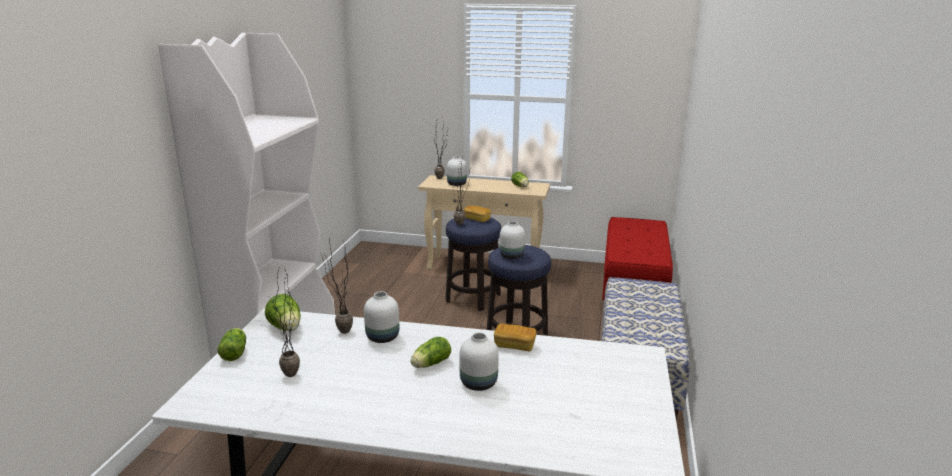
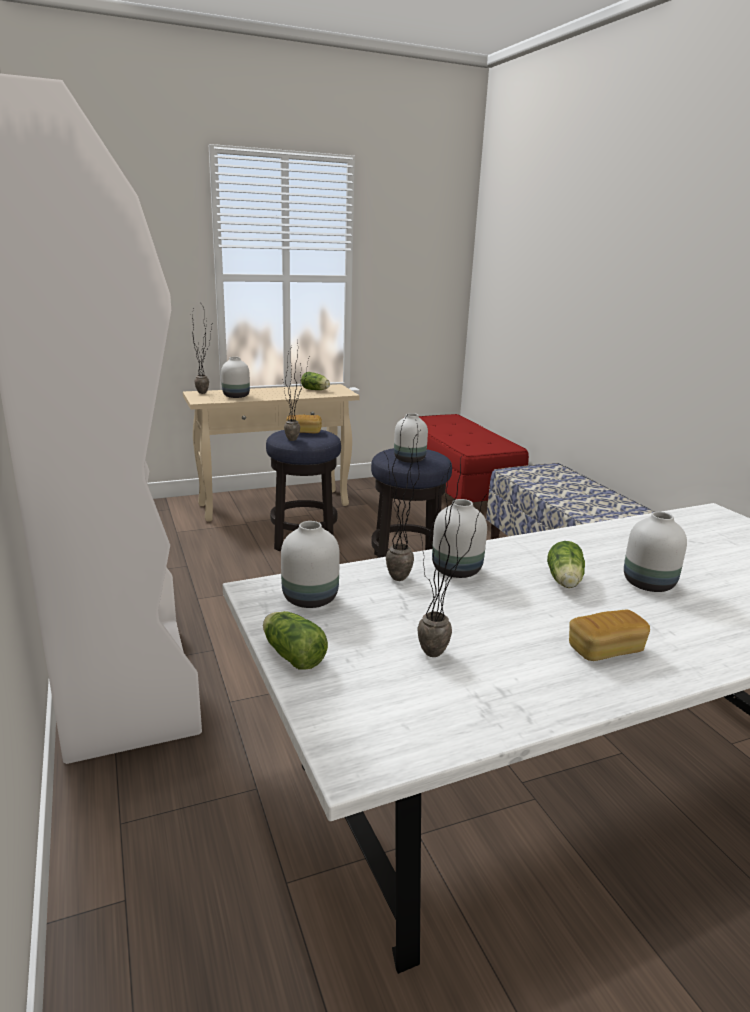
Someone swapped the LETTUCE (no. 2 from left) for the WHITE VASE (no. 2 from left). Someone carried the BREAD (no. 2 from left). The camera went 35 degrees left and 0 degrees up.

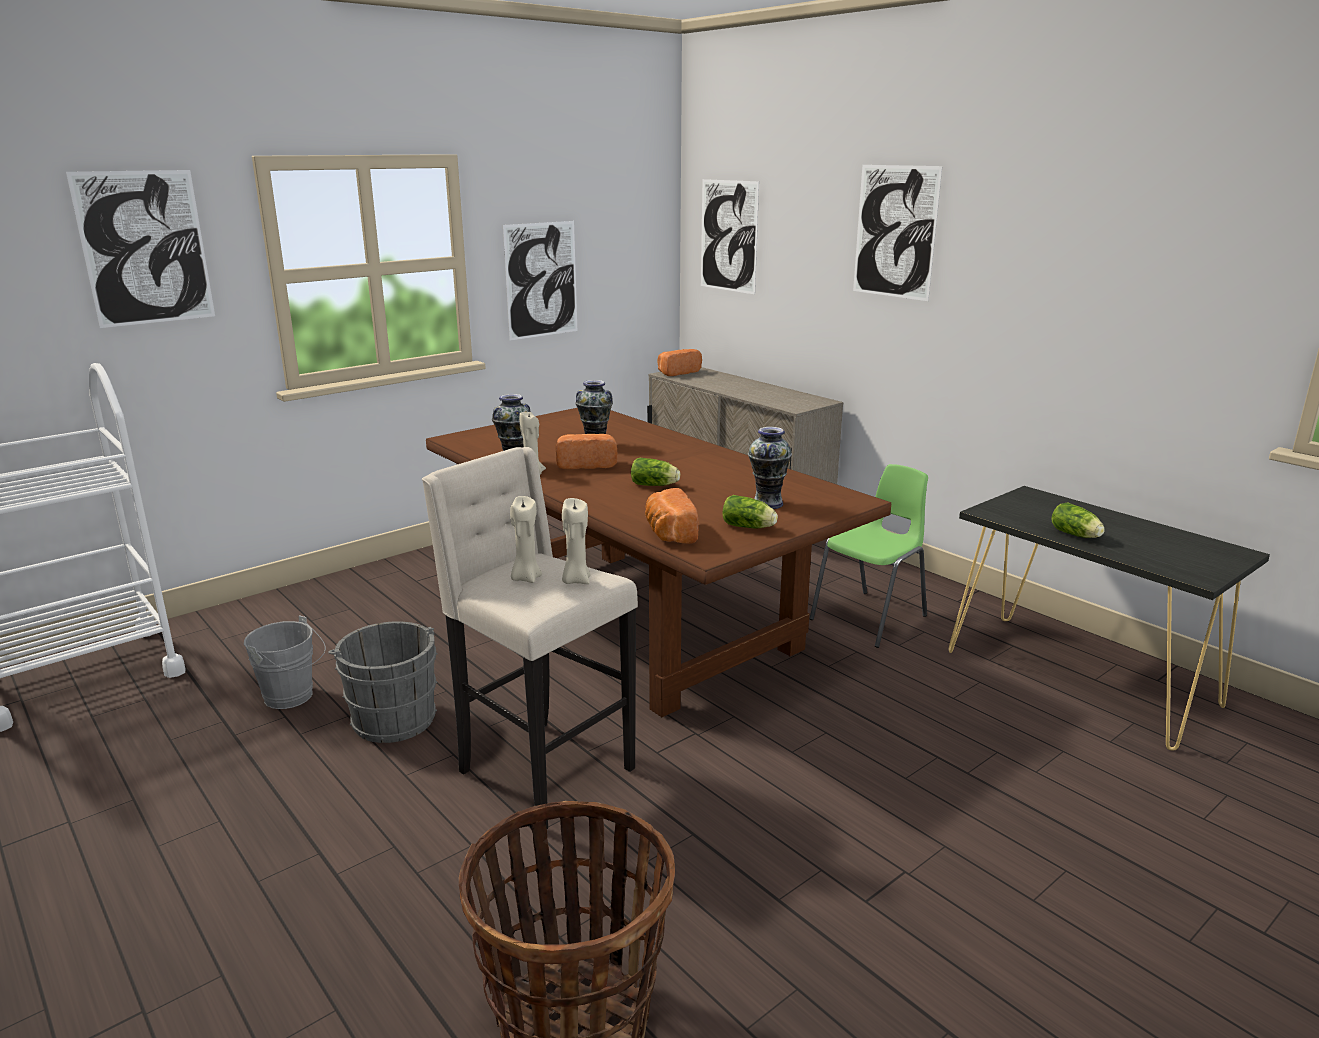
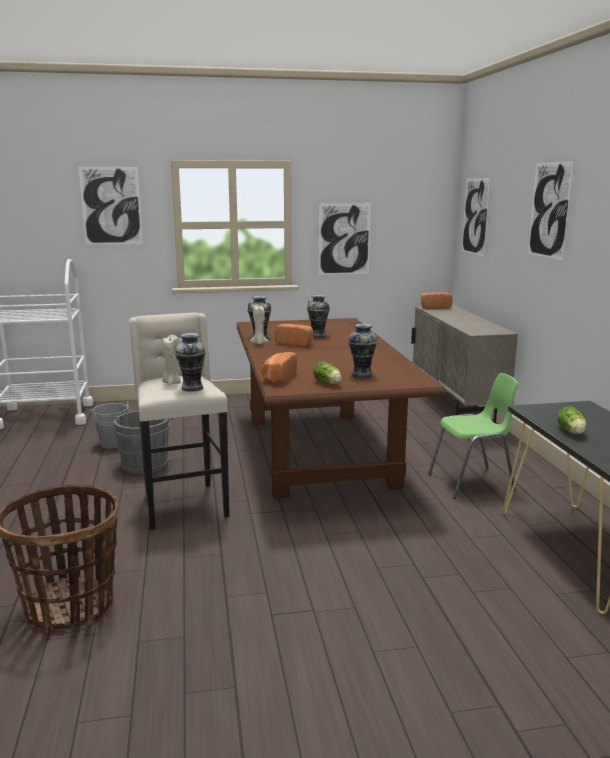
Someone took away the LETTUCE (no. 1 from left). Someone swapped the BEIGE CANDLE (no. 3 from left) for the VASE (no. 1 from left). The camera went 30 degrees right and 5 degrees down.

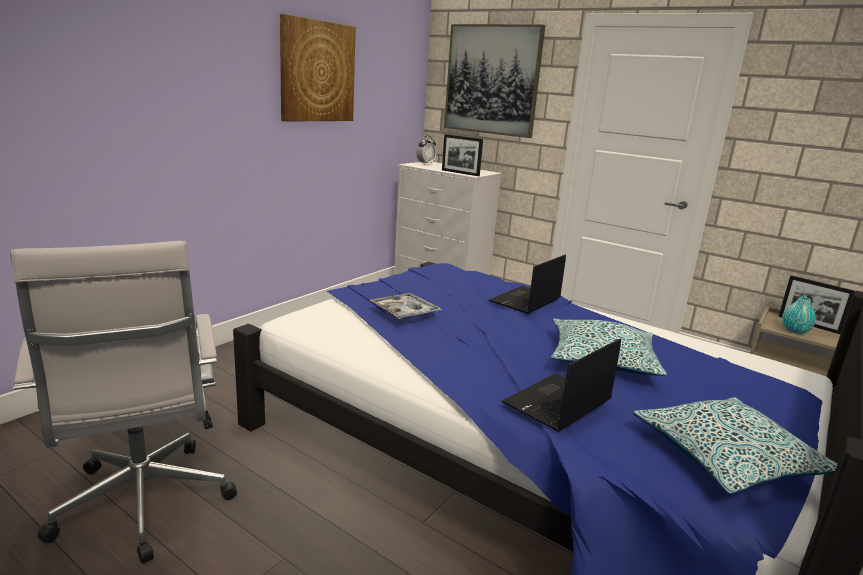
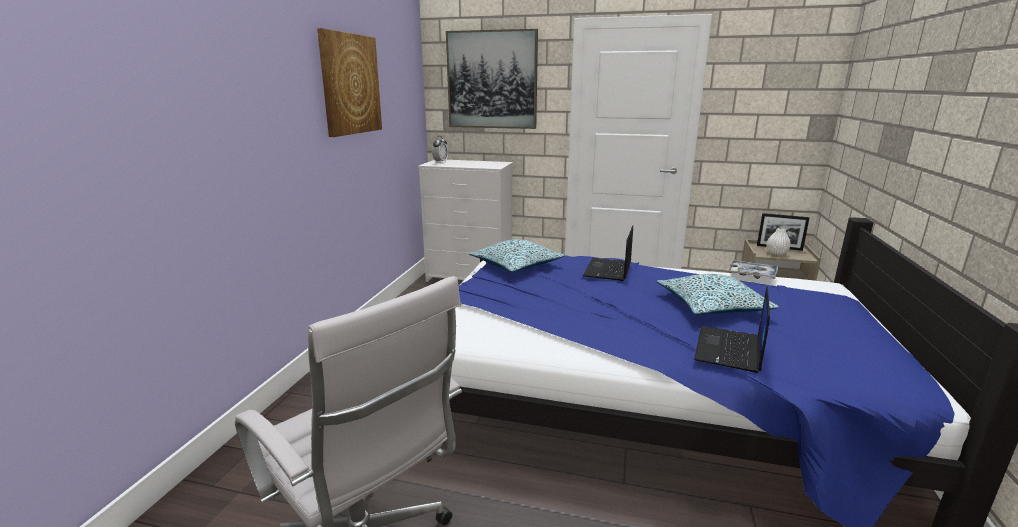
Someone took away the PICTURE FRAME (no. 1 from left). Someone carried the TRAY. Someone repainted the TURQUOISE VASE, which became the WHITE VASE. Someone carried the PILLOW (no. 2 from left in the first image). The camera went 20 degrees left and 0 degrees up.

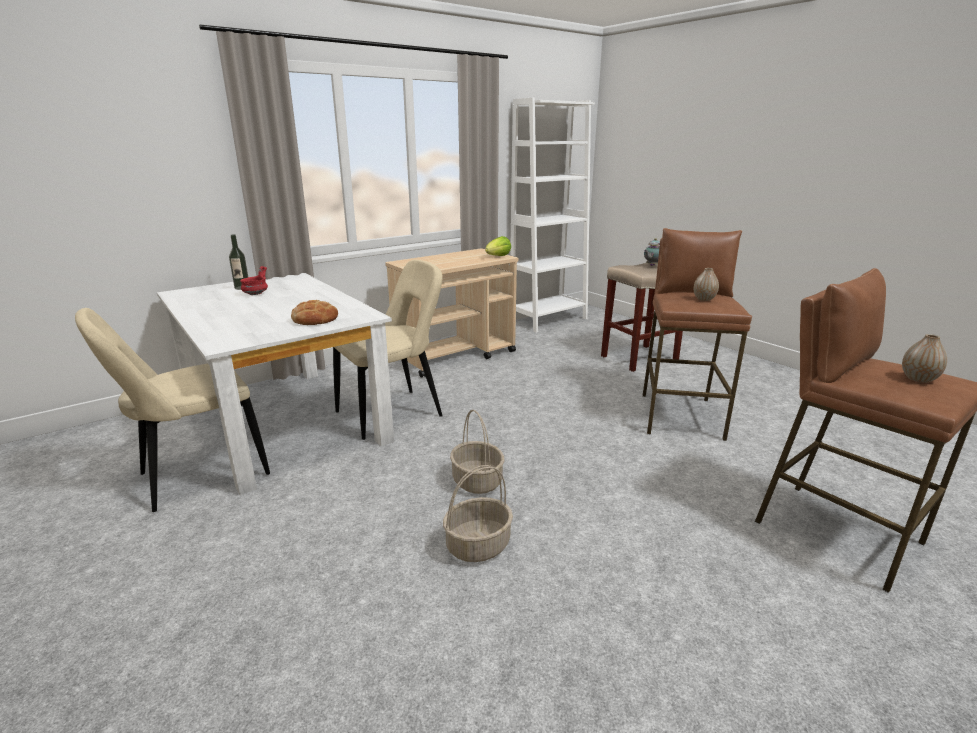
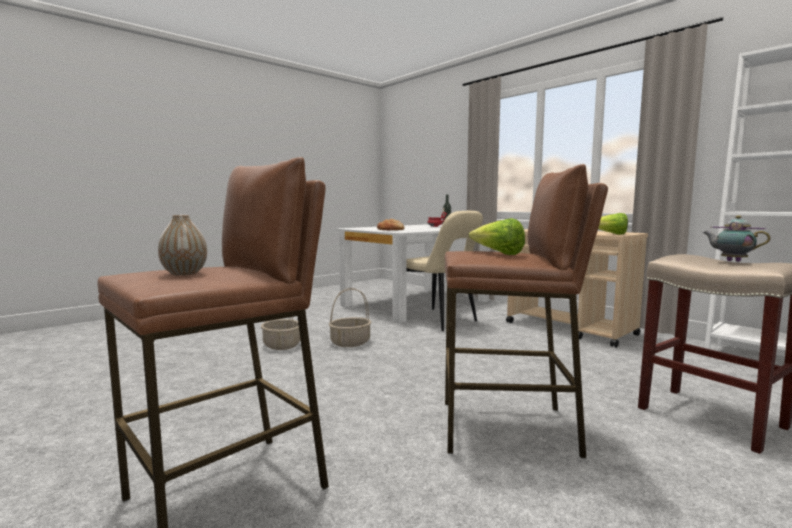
Someone swapped the VASE (no. 1 from left) for the LETTUCE (no. 1 from left). Someone took away the BEIGE CHAIR (no. 1 from left). The camera went 85 degrees right and 15 degrees down.

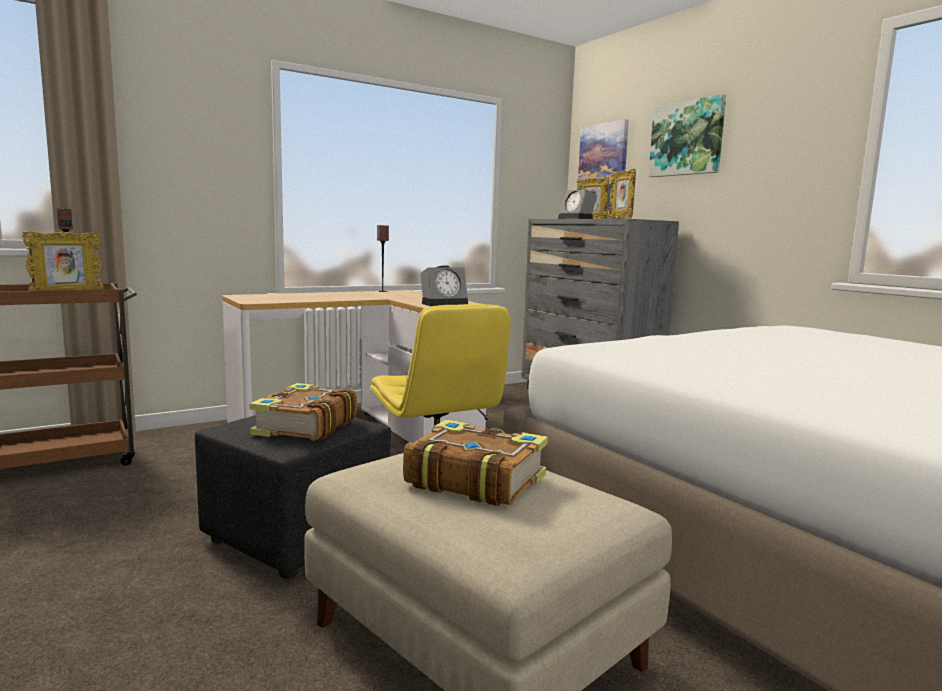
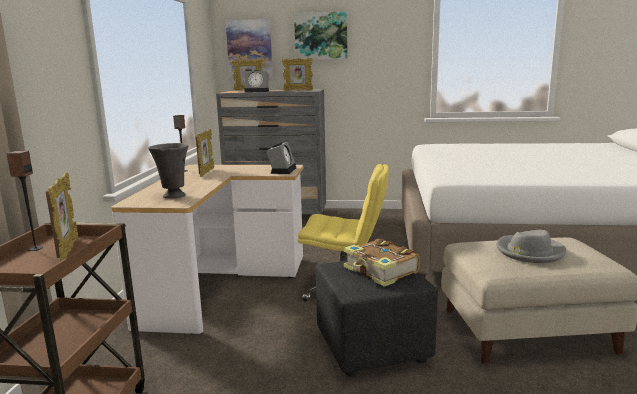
Someone swapped the BOOK (no. 2 from left) for the GREY HAT. Someone put down the PICTURE FRAME (no. 2 from left). Someone put down the GREY VASE. The camera went 50 degrees left and 5 degrees up.

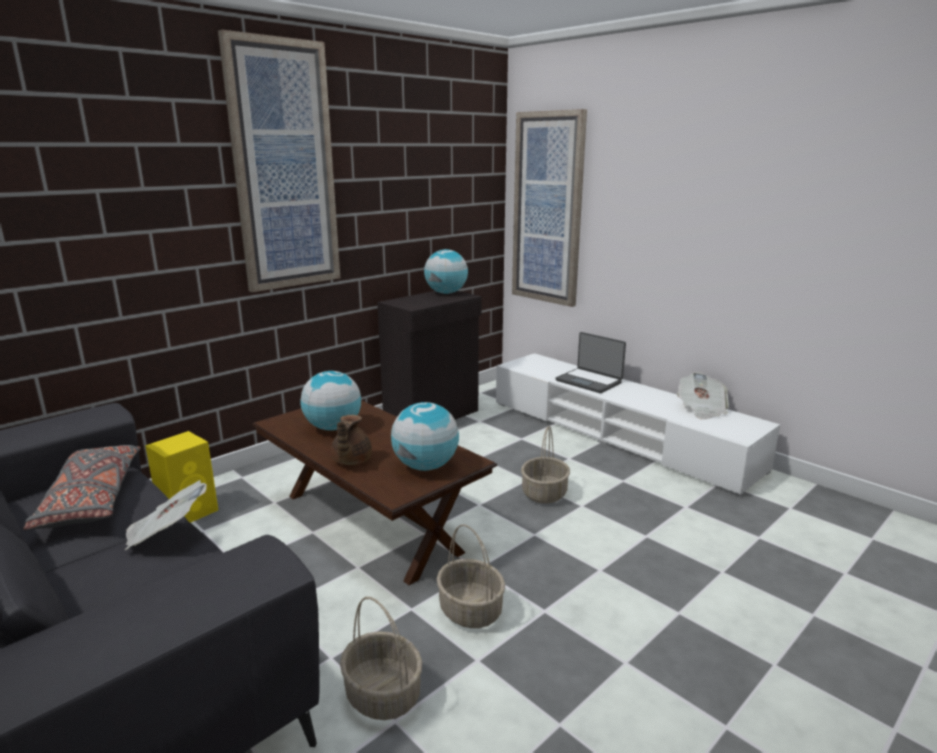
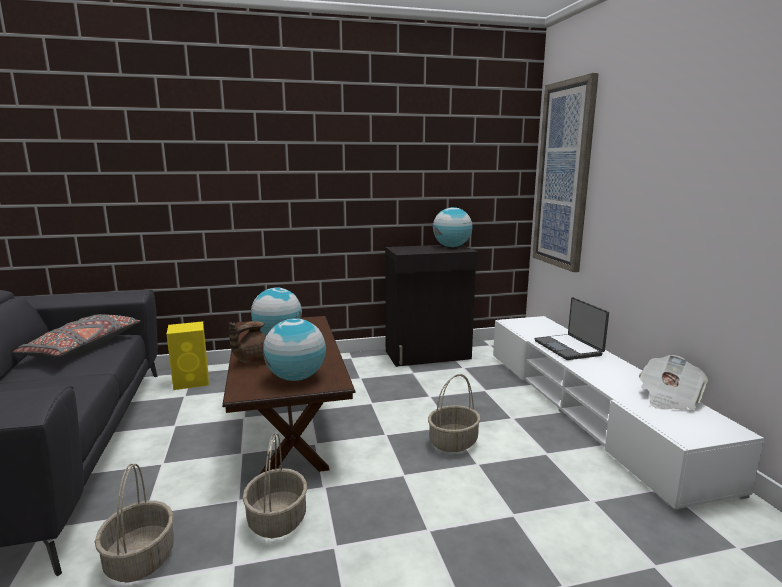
Someone took away the PICTURE (no. 1 from left). Someone took away the NEWSPAPER (no. 1 from left). The camera went 30 degrees right and 5 degrees down.

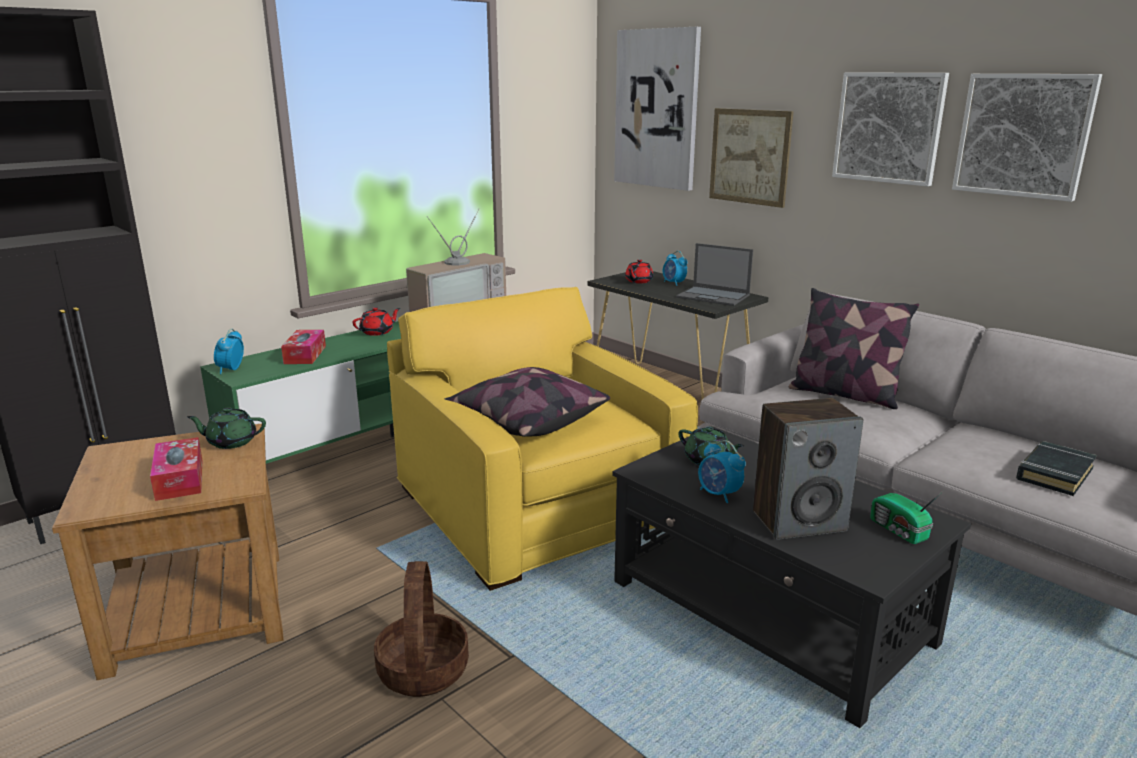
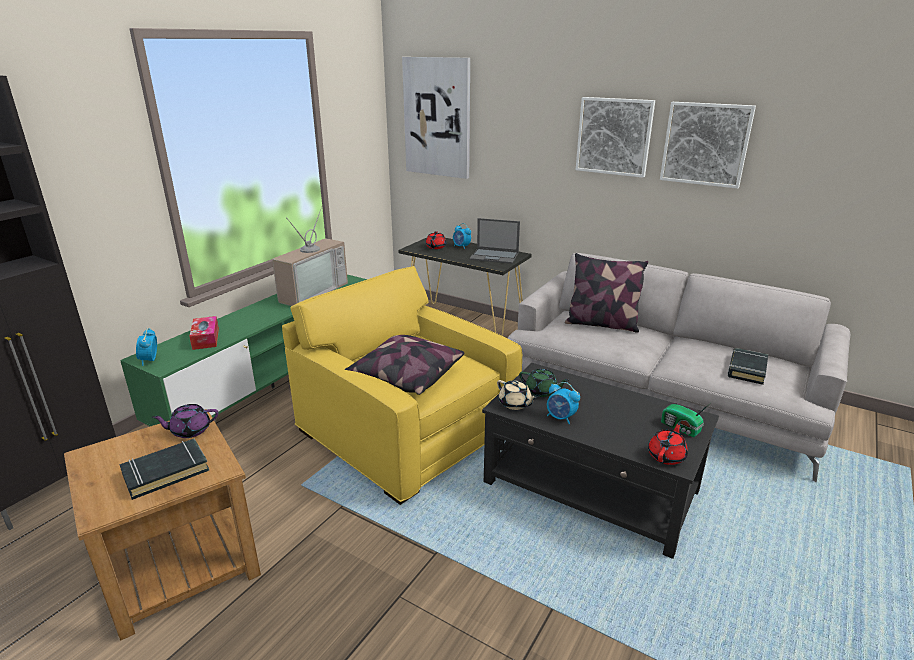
Someone took away the PICTURE (no. 2 from left). Someone carried the RED TEAPOT (no. 1 from left in the first image). Someone took away the SPEAKER. Someone repainted the GREEN TEAPOT (no. 1 from left), which became the PURPLE TEAPOT. Someone swapped the TISSUE BOX (no. 1 from left) for the BLACK BOOK (no. 1 from left). Someone took away the BASKET. Someone put down the BEIGE TEAPOT. The camera went 15 degrees left and 5 degrees up.

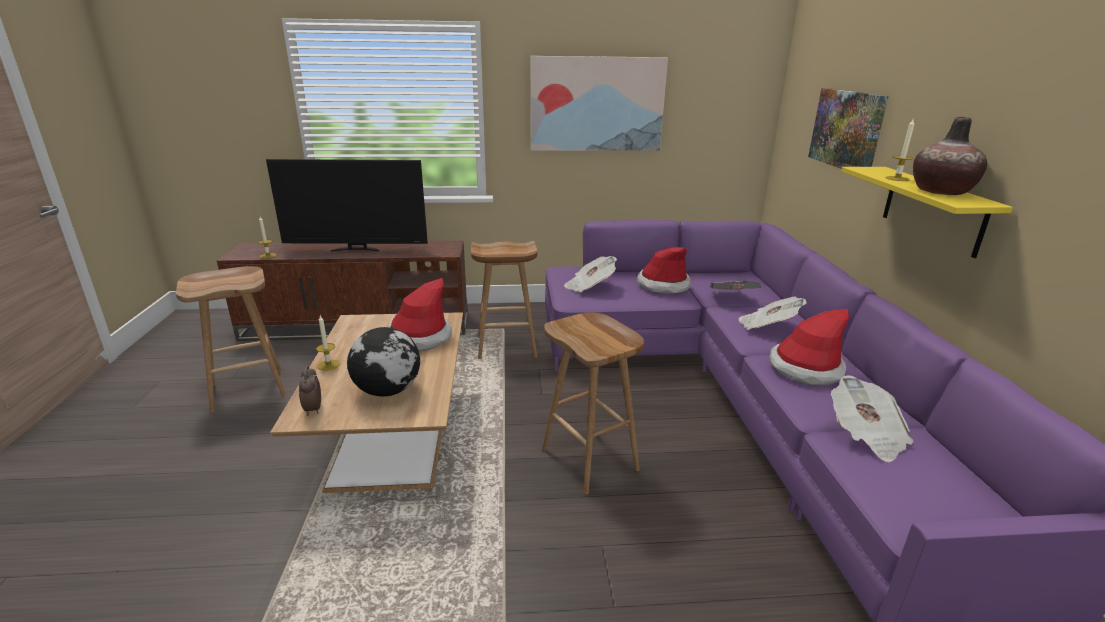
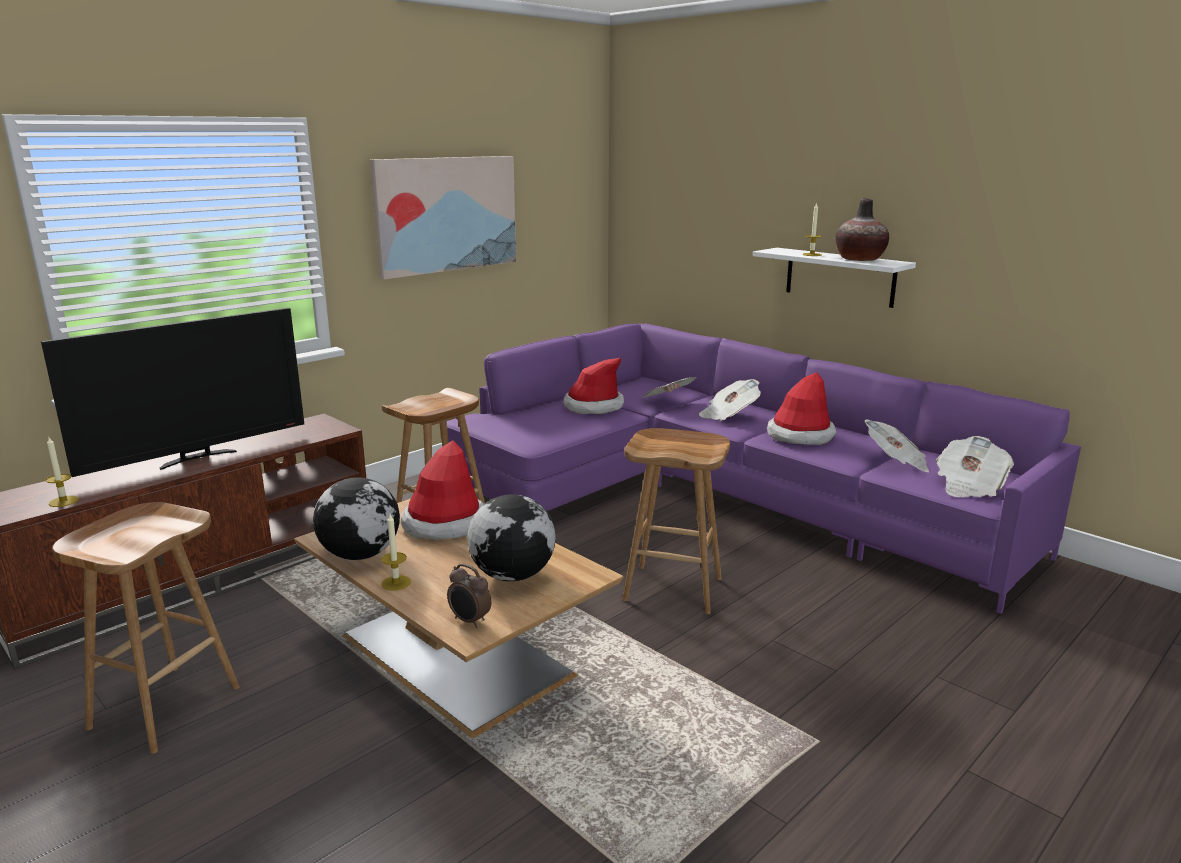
Someone took away the PICTURE (no. 2 from left). Someone repainted the YELLOW SHELF, which became the WHITE SHELF. Someone carried the NEWSPAPER (no. 1 from left in the first image). Someone put down the GLOBE (no. 1 from left). The camera went 40 degrees left and 5 degrees down.

